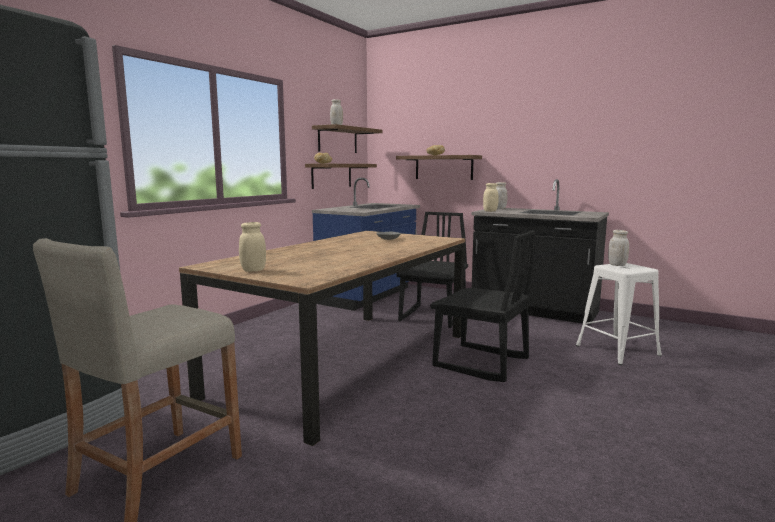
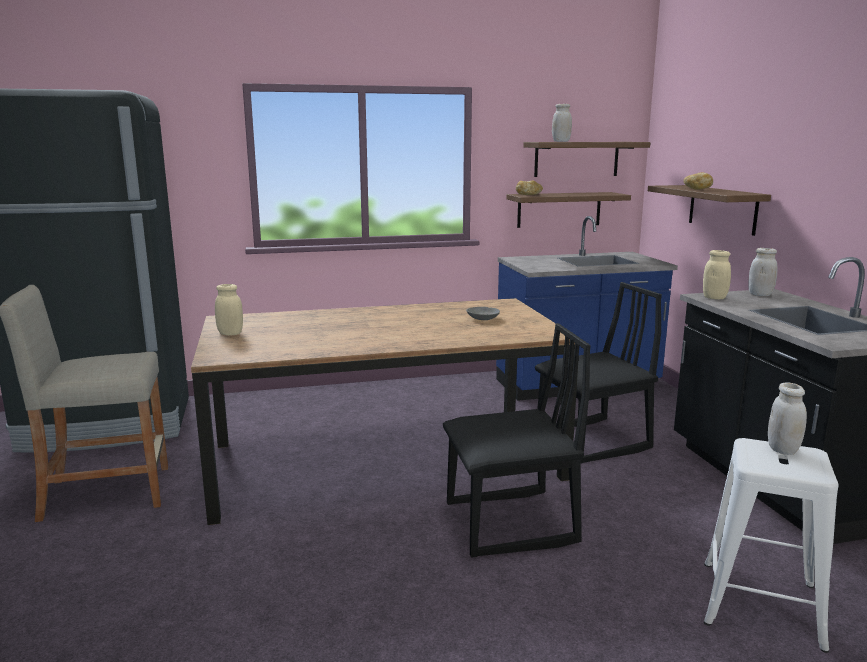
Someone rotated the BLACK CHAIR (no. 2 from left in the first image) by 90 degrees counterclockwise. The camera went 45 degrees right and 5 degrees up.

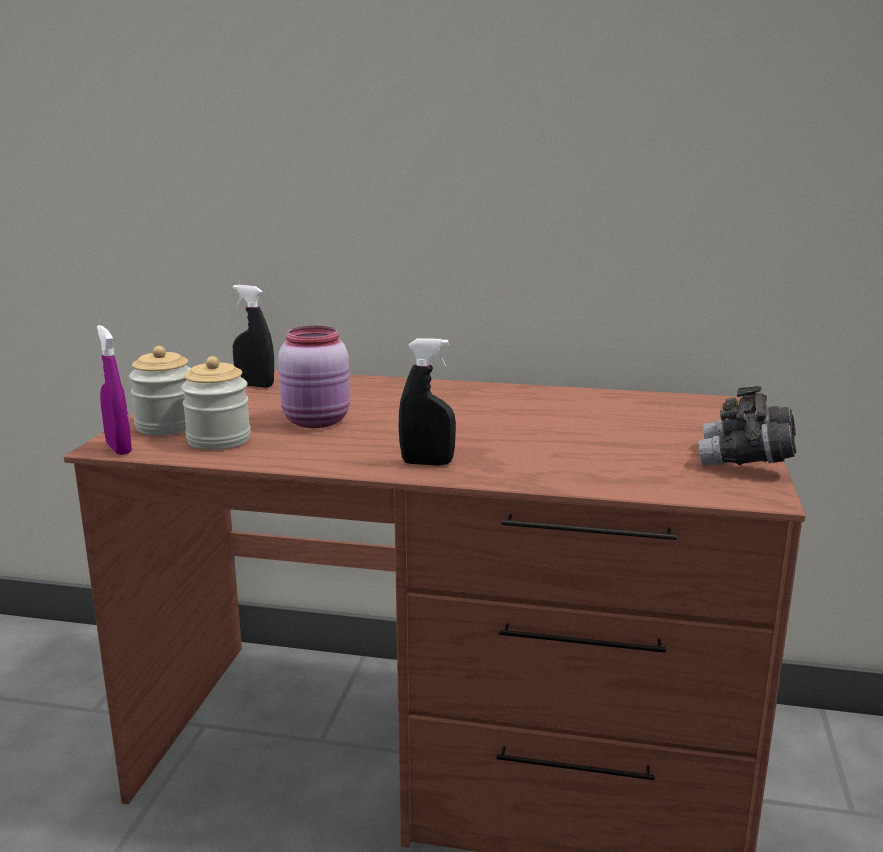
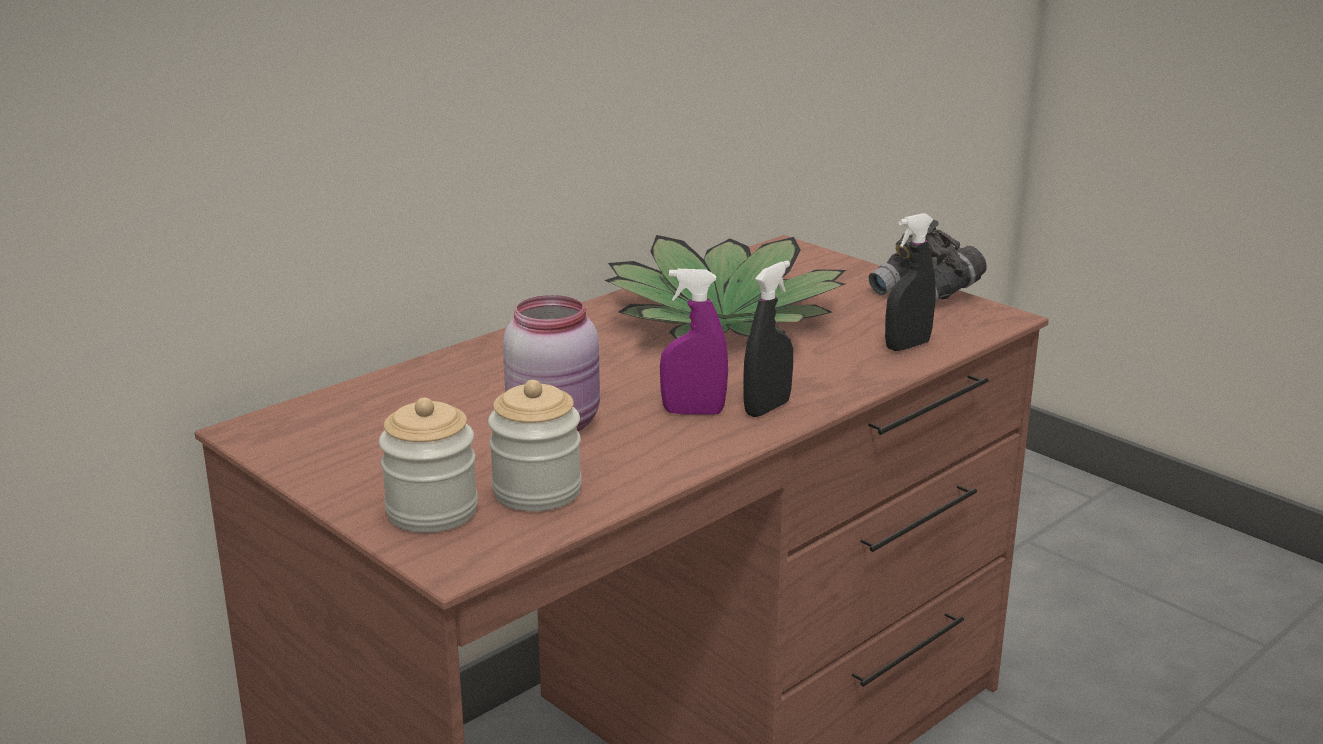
Someone carried the BLACK SPRAY BOTTLE (no. 1 from left in the first image). Someone carried the PURPLE SPRAY BOTTLE. Someone put down the POTTED PLANT. The camera went 55 degrees left and 5 degrees up.

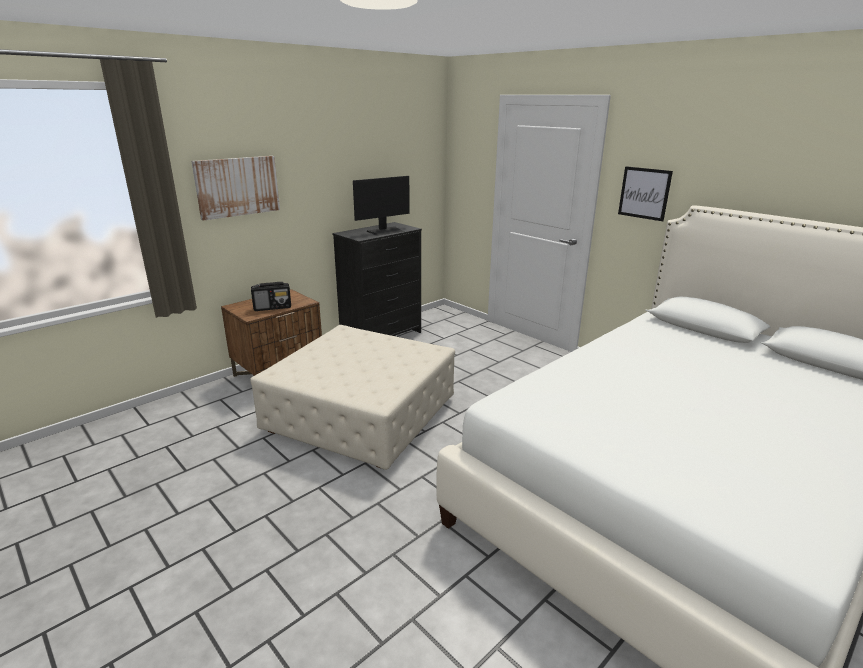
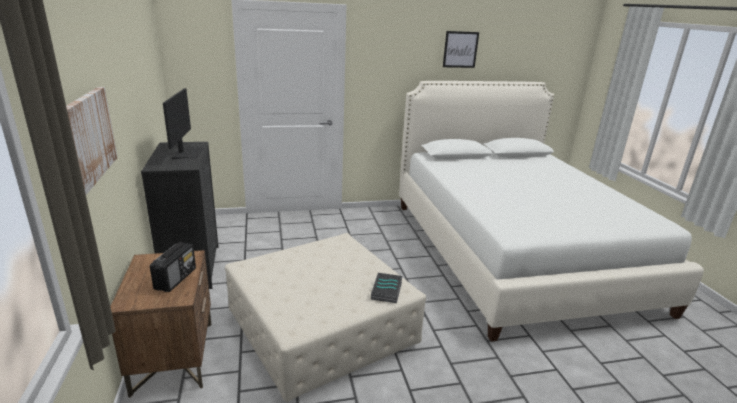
Someone carried the PICTURE (no. 2 from left). Someone put down the BOOK. The camera went 60 degrees left and 0 degrees up.

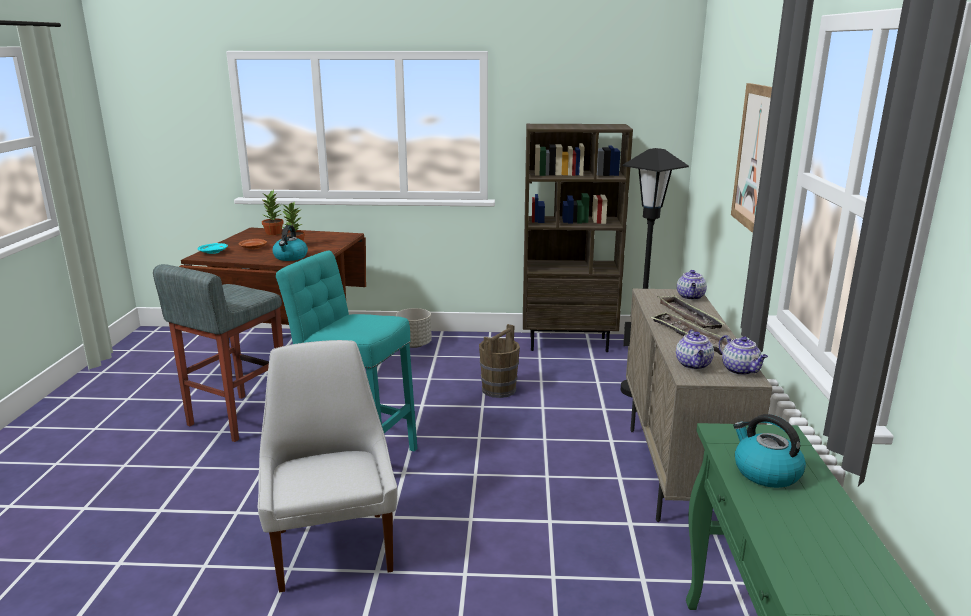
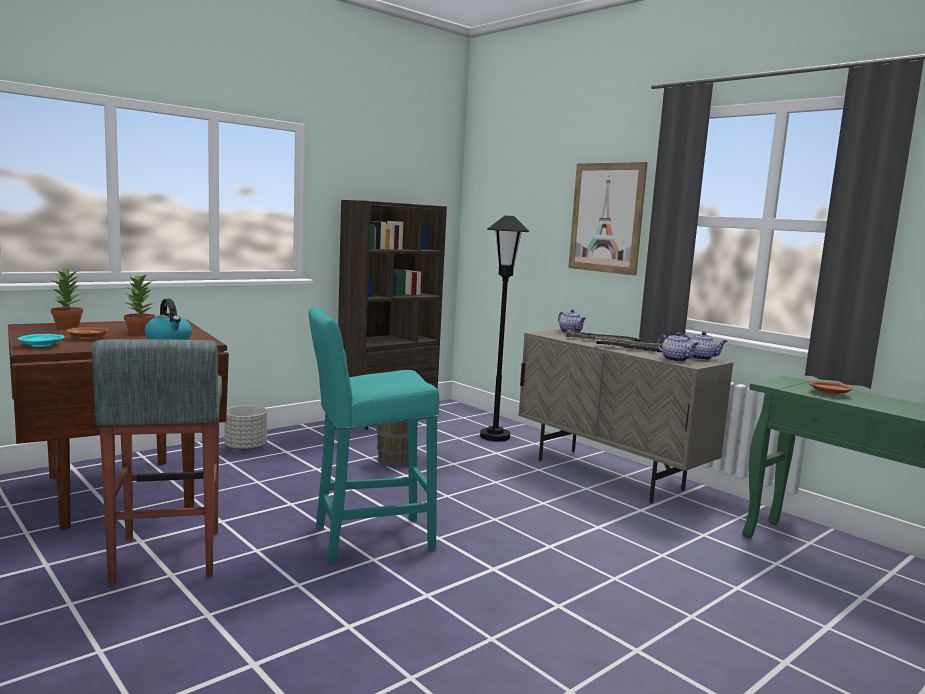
Someone took away the WHITE CHAIR. Someone swapped the KETTLE (no. 2 from left) for the BROWN PLATE (no. 2 from left). The camera went 45 degrees left and 10 degrees down.

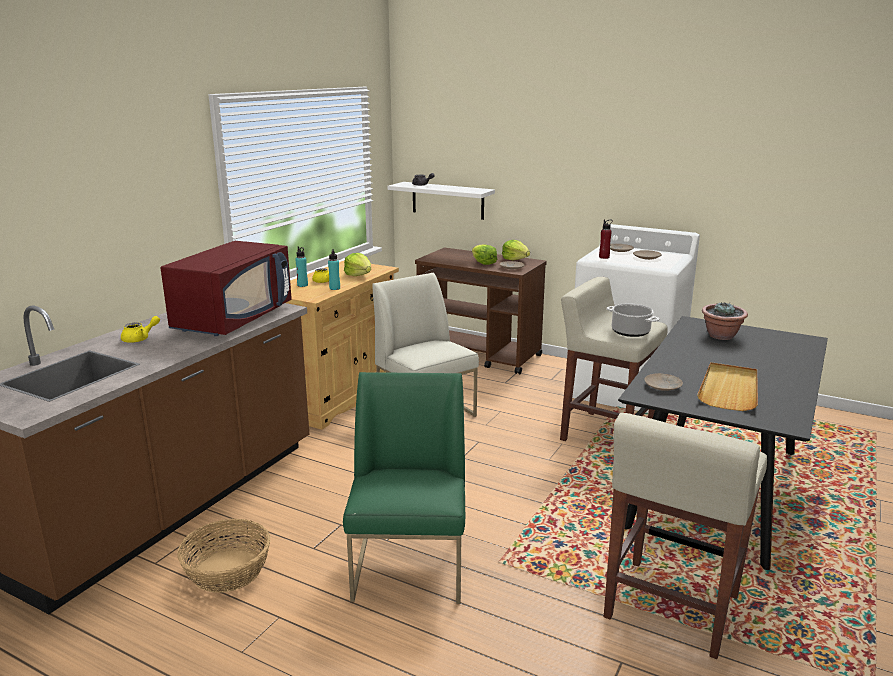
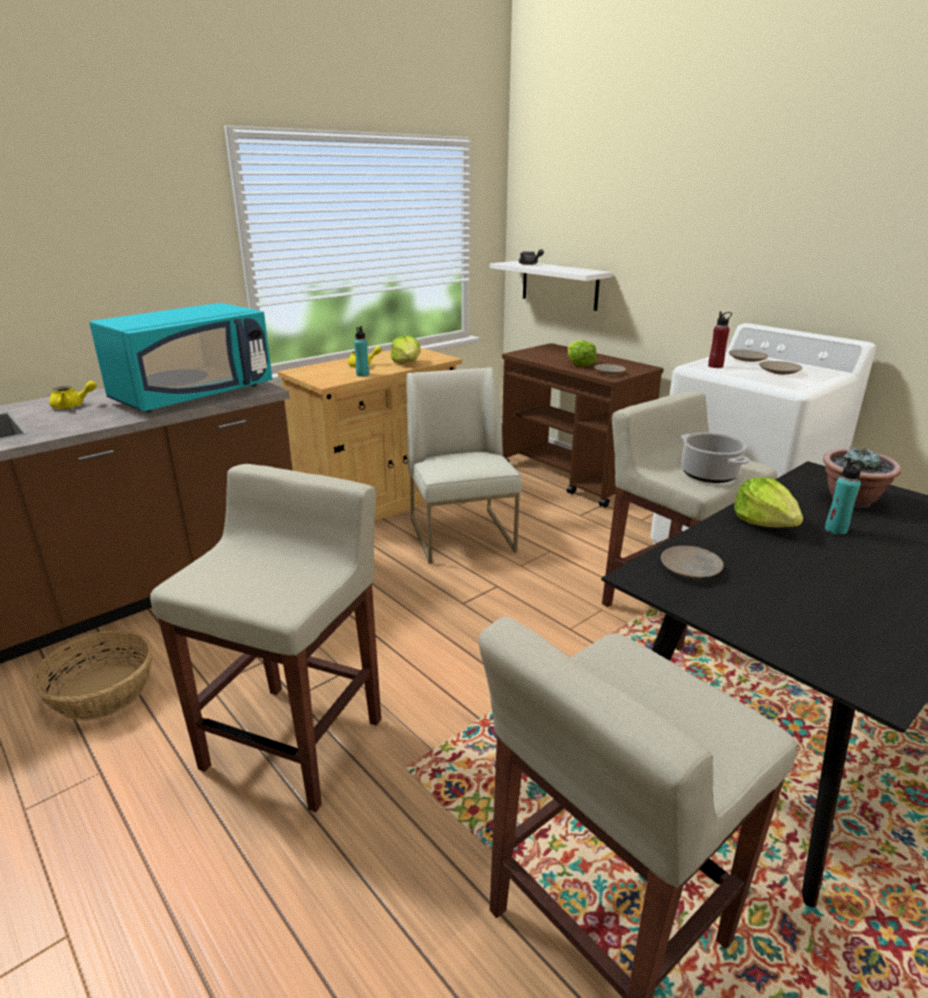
Someone carried the LETTUCE (no. 3 from left). Someone repainted the RED MICROWAVE, which became the TURQUOISE MICROWAVE. Someone carried the TURQUOISE BOTTLE (no. 1 from left in the first image). Someone took away the BEIGE TRAY. Someone swapped the GREEN CHAIR for the BEIGE STOOL (no. 1 from left). The camera went 20 degrees right and 5 degrees up.

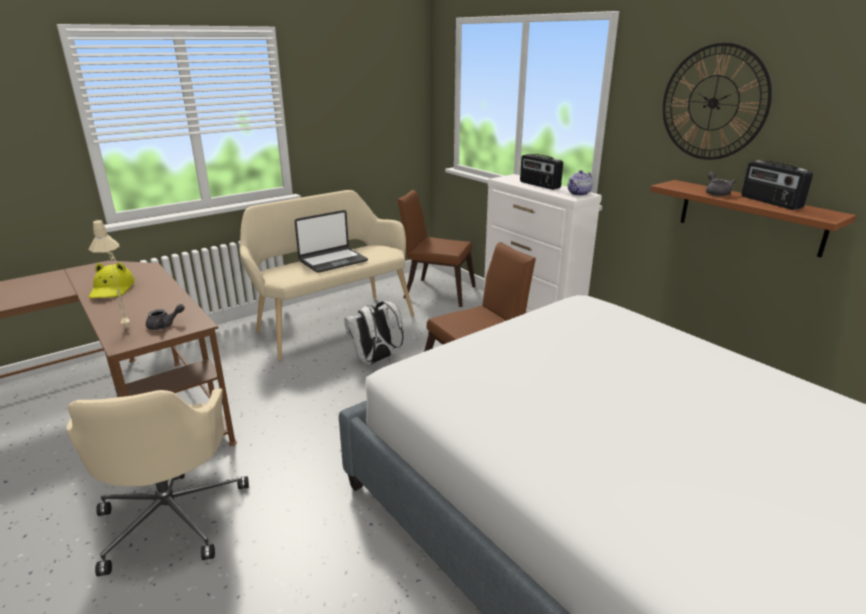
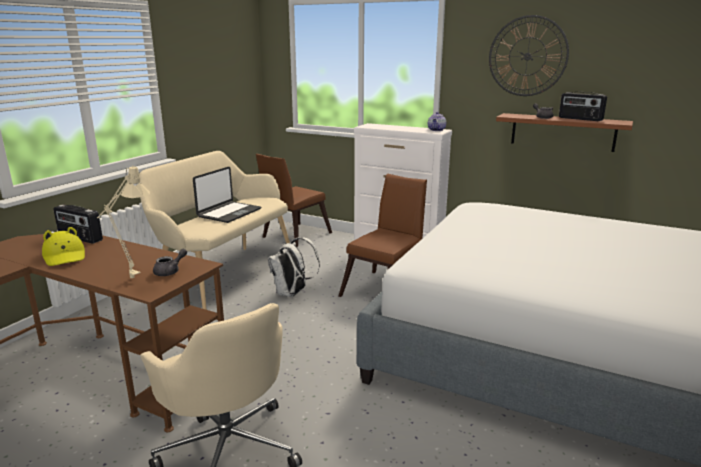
Someone carried the RADIO (no. 1 from left). Someone rotated the BROWN CHAIR (no. 1 from left) by 45 degrees counterclockwise. The camera went 25 degrees left and 5 degrees down.

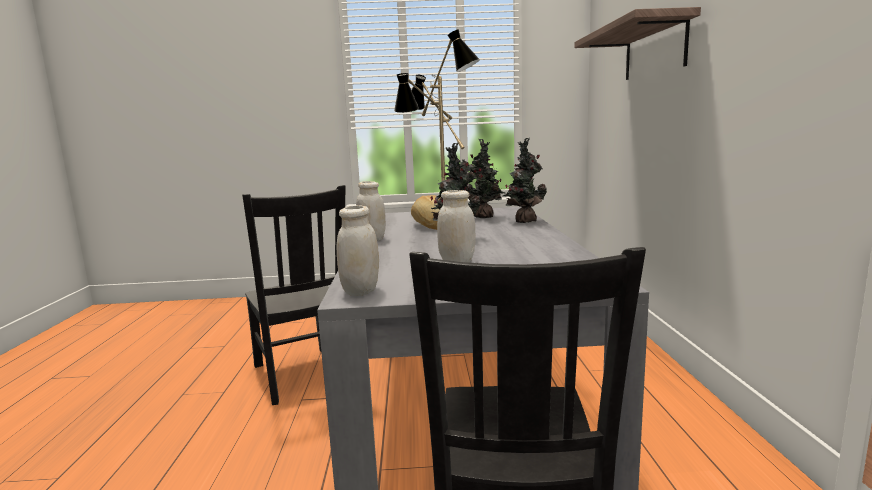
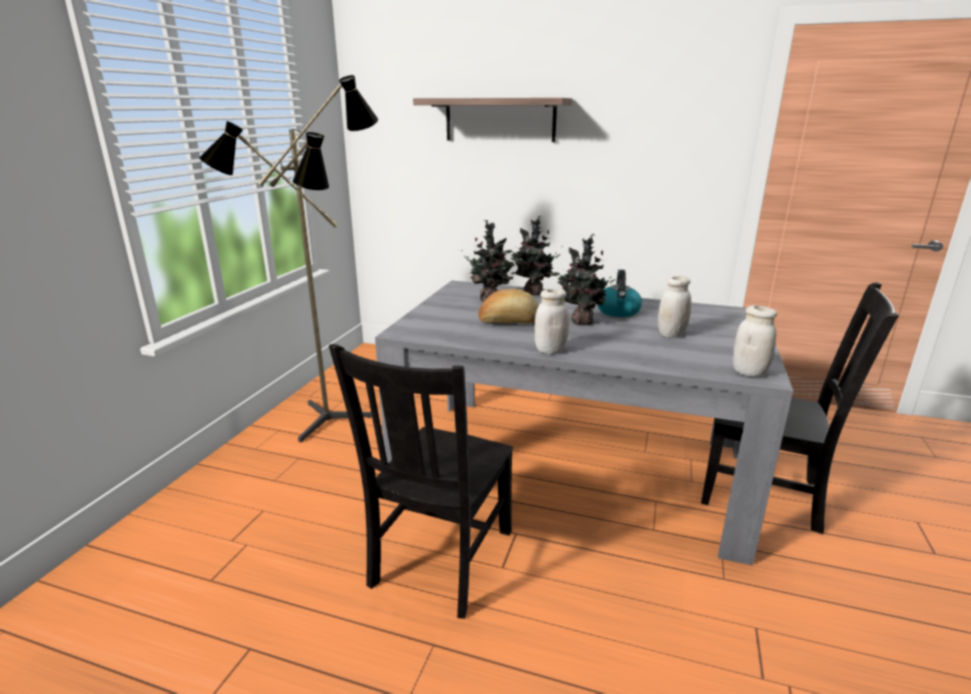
Someone rotated the BLACK CHAIR (no. 1 from left) by 120 degrees clockwise. Someone put down the KETTLE. The camera went 70 degrees left and 10 degrees up.

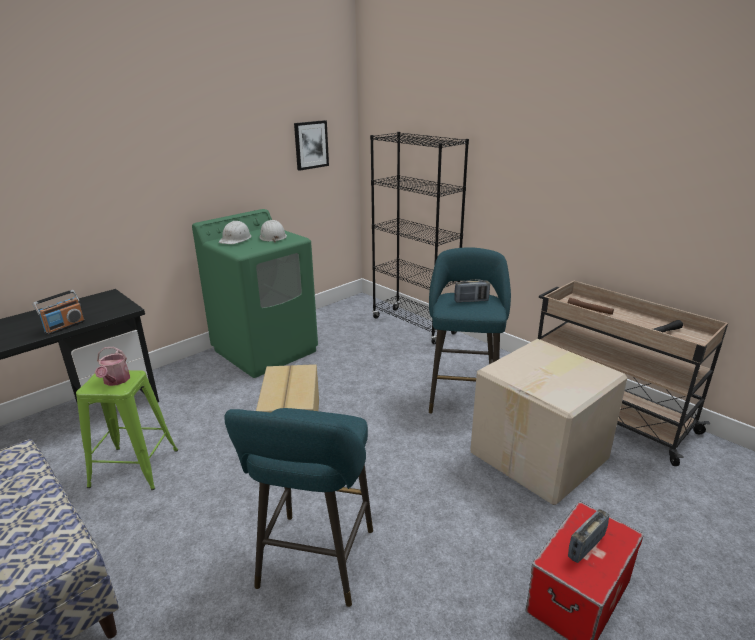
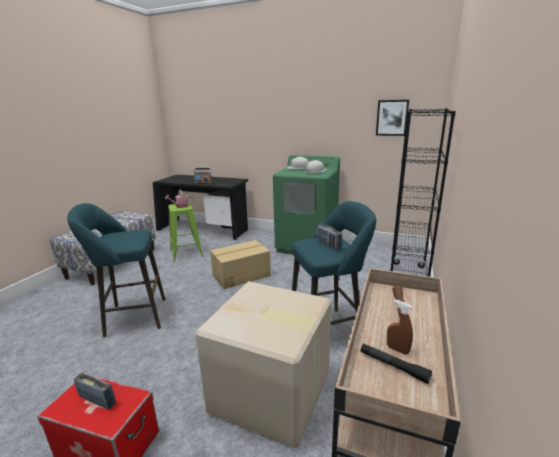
Someone put down the BROWN SPRAY BOTTLE. The camera went 65 degrees right and 5 degrees down.

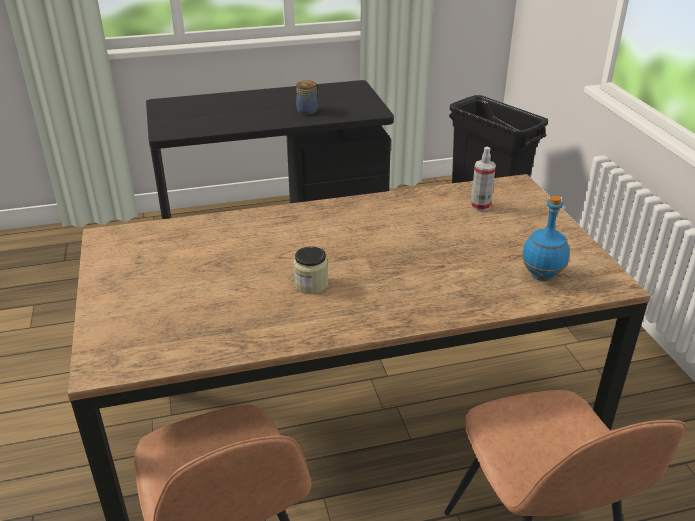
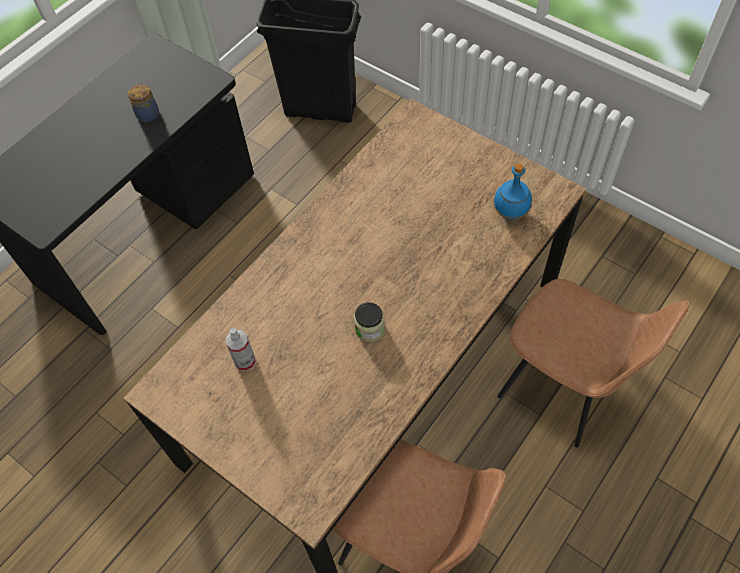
Someone carried the SPRAY BOTTLE. The camera went 35 degrees left and 25 degrees up.

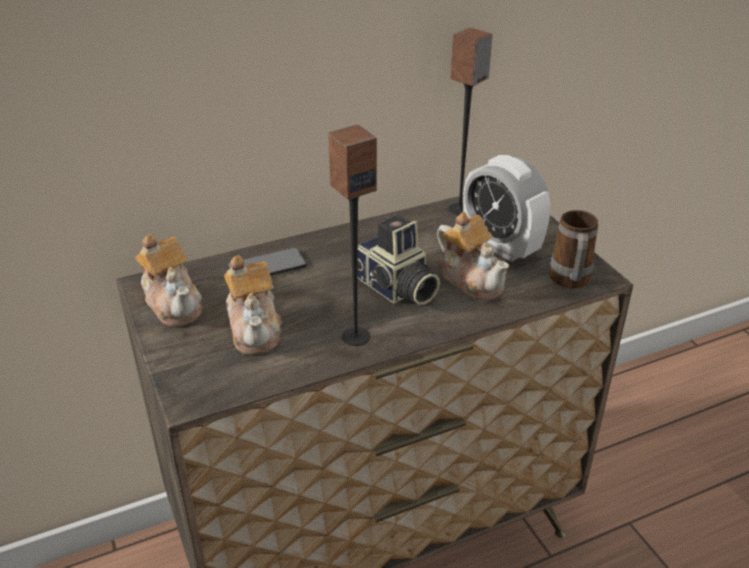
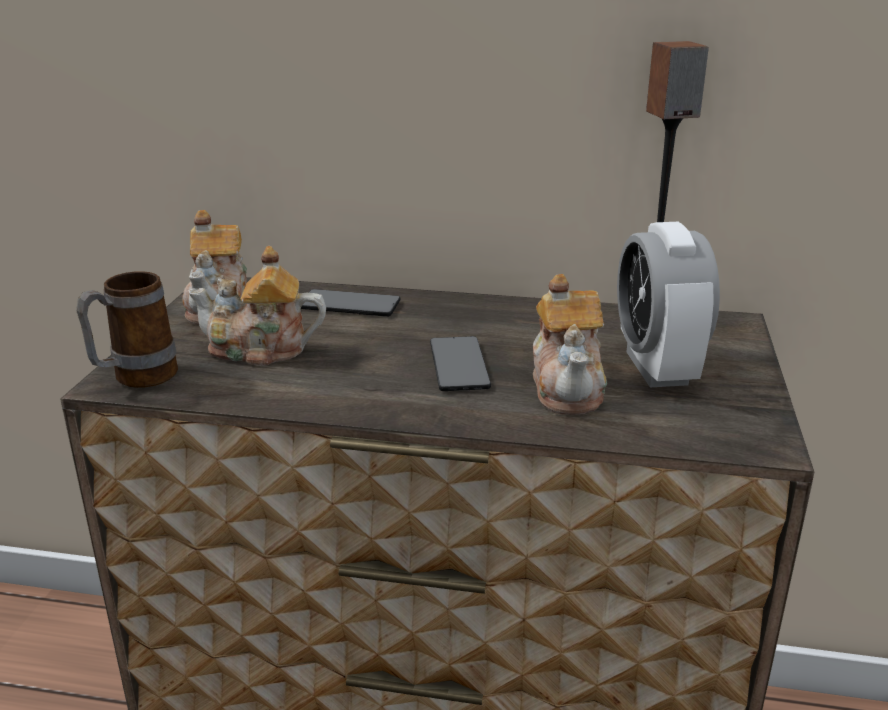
Someone took away the SPEAKER (no. 1 from left). Someone carried the MUG. Someone swapped the PHOTO CAMERA for the PHONE (no. 2 from left). Someone rotated the TEAPOT (no. 2 from left) by 75 degrees clockwise. The camera went 35 degrees right and 10 degrees down.

